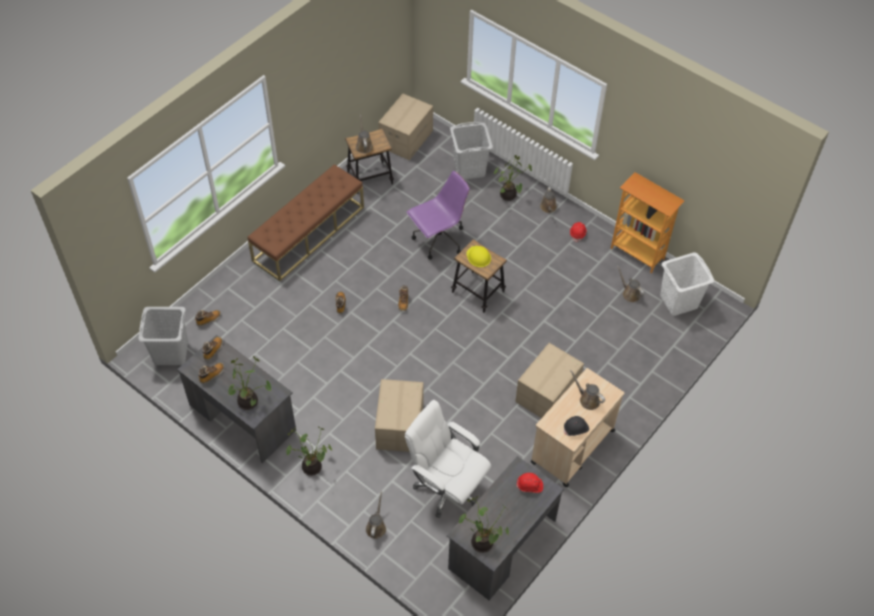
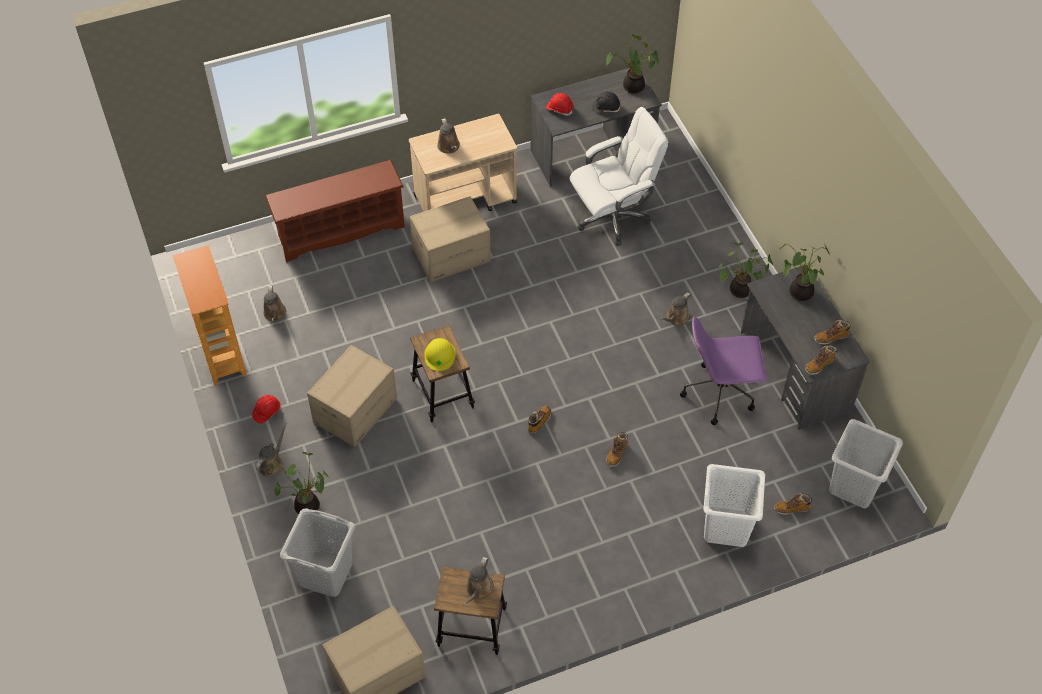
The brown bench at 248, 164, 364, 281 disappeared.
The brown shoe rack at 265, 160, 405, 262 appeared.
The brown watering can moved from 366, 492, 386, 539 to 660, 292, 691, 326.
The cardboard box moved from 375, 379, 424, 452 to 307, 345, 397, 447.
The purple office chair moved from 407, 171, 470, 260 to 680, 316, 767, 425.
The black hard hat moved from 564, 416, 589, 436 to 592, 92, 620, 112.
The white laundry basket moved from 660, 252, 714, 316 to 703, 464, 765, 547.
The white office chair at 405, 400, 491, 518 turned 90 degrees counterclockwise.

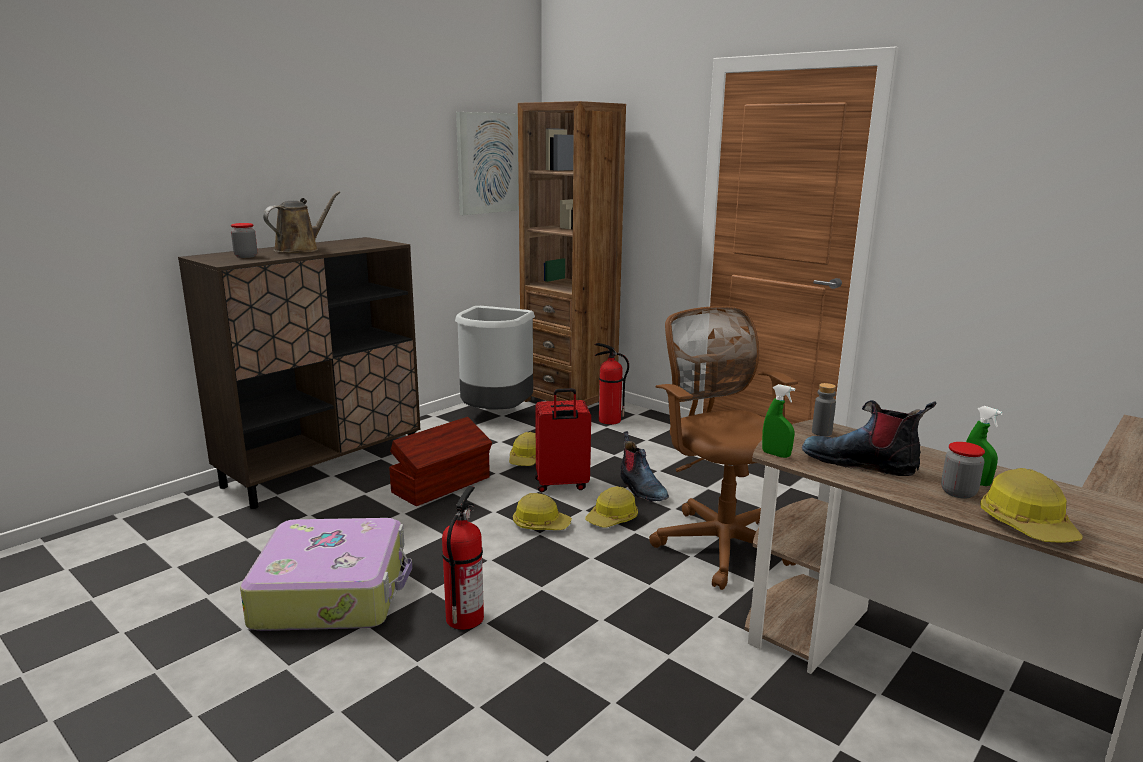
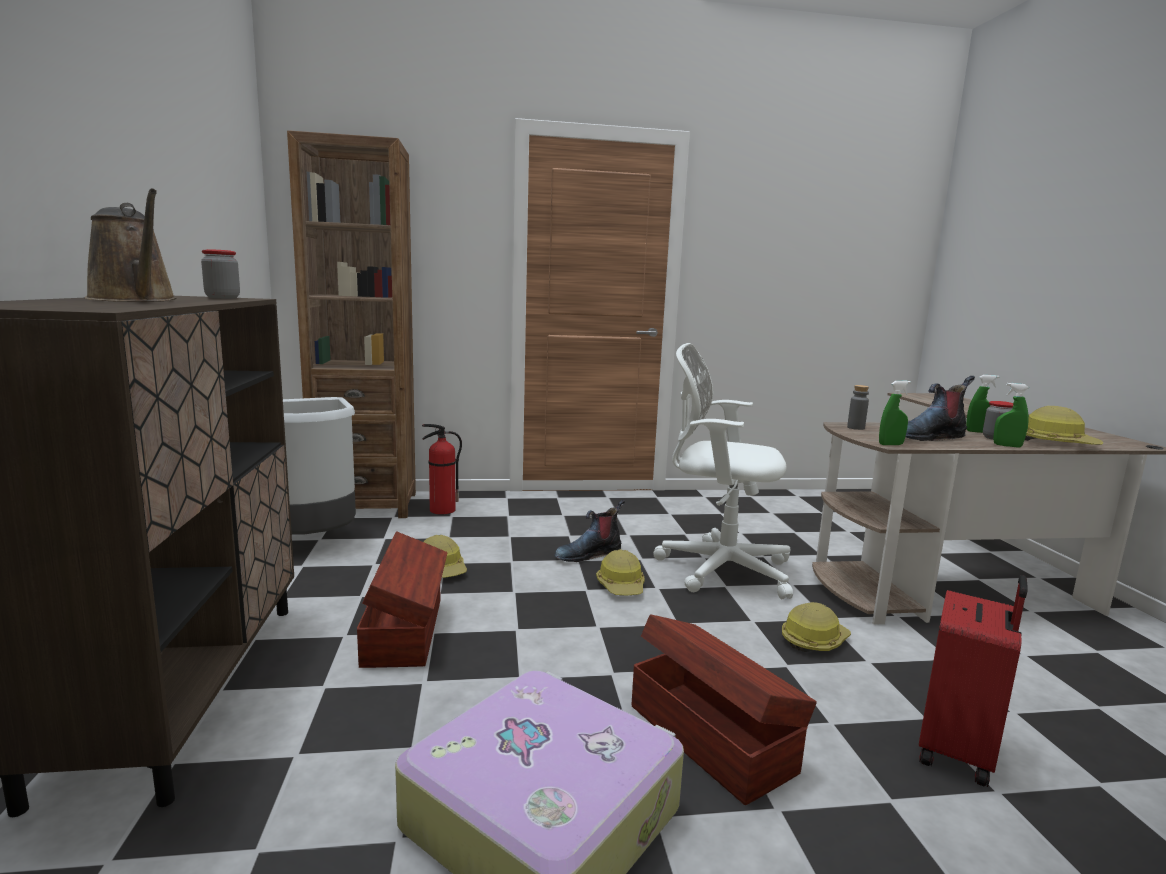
The picture at 456, 112, 519, 215 disappeared.
The green spray bottle at 993, 383, 1029, 448 appeared.
The jar moved from 231, 223, 257, 258 to 201, 249, 240, 299.
The hard hat moved from 513, 493, 572, 530 to 782, 602, 851, 652.
The red suitcase moved from 535, 388, 591, 492 to 919, 575, 1028, 787.
The fire extinguisher at 442, 486, 484, 630 was replaced by the brown storage box at 632, 614, 817, 805.
The brown office chair at 649, 306, 798, 590 became the white office chair at 653, 343, 793, 599.
The brown watering can at 263, 191, 340, 253 turned 150 degrees clockwise.
The boot at 620, 431, 669, 502 turned 135 degrees clockwise.

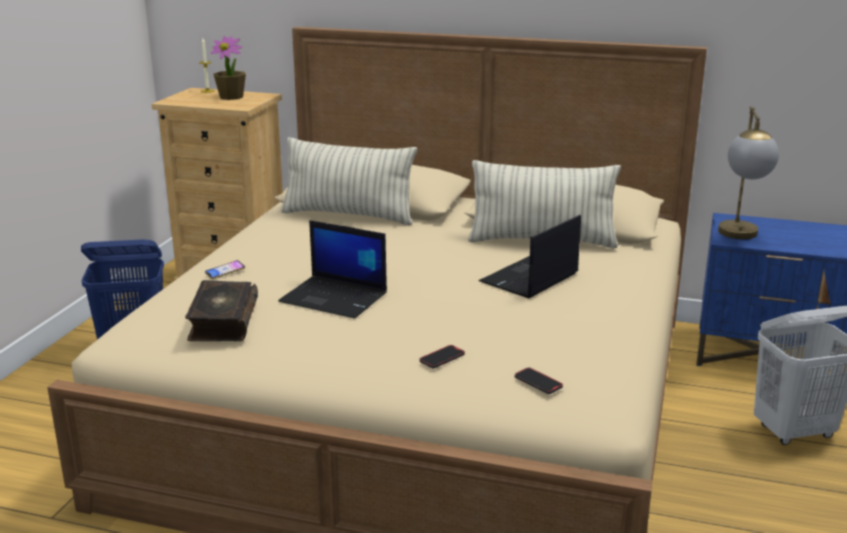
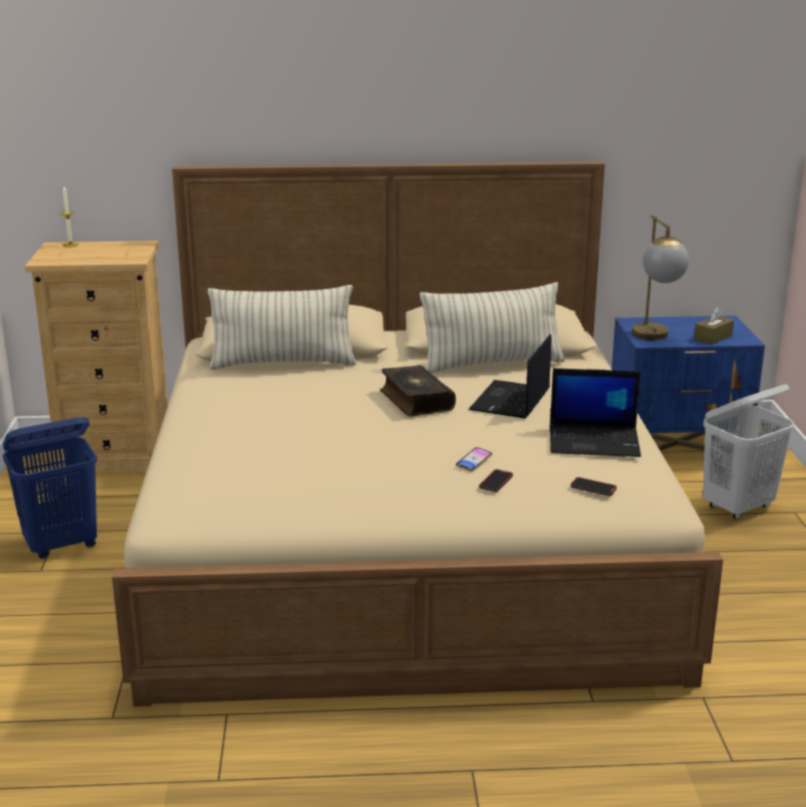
The potted plant at 211, 36, 246, 100 disappeared.
The brown tissue box at 694, 306, 734, 345 appeared.
The book moved from 185, 280, 258, 341 to 380, 365, 456, 416.
The phone moved from 205, 260, 245, 279 to 456, 447, 492, 472.
The laptop moved from 278, 220, 387, 319 to 550, 368, 641, 457.

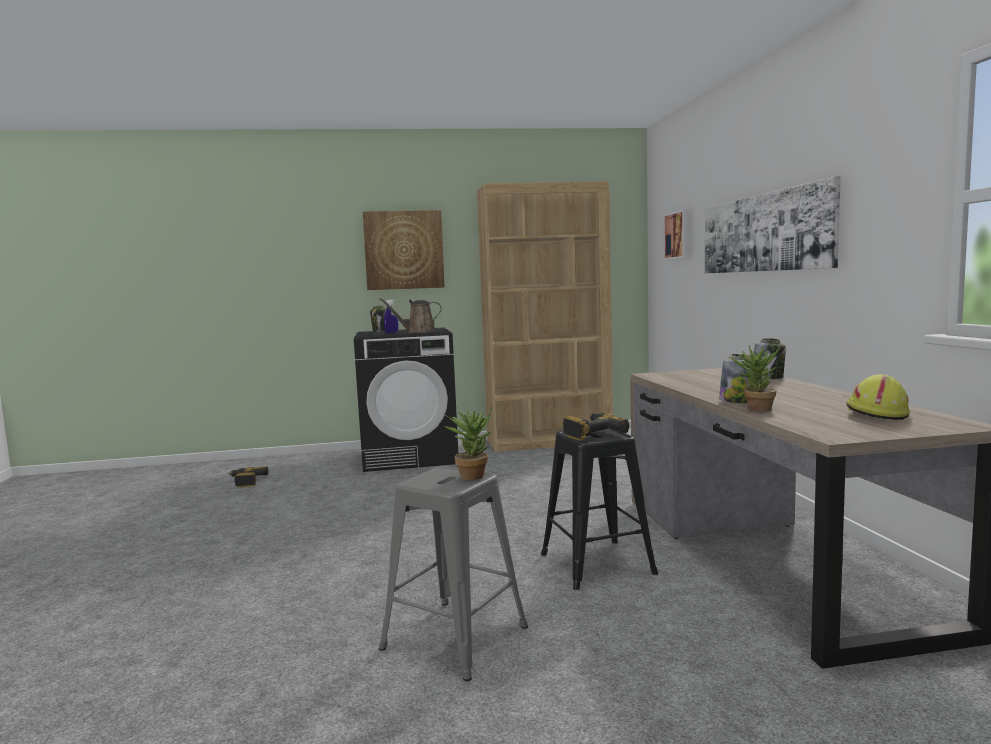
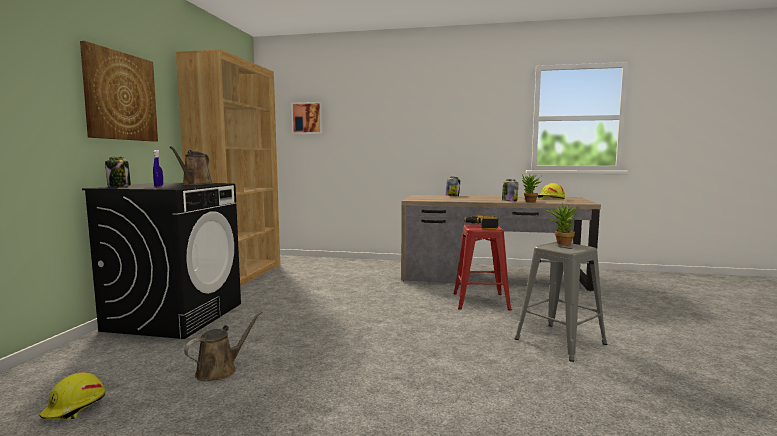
The picture at 705, 176, 841, 274 disappeared.
The brown watering can at 184, 311, 262, 381 appeared.
The power drill at 228, 466, 268, 487 was replaced by the yellow hard hat at 39, 372, 105, 420.
The black stool at 541, 429, 658, 590 became the red stool at 454, 224, 512, 310.

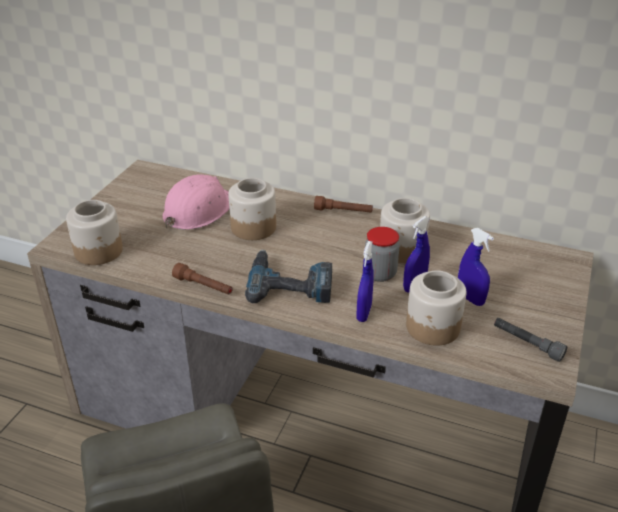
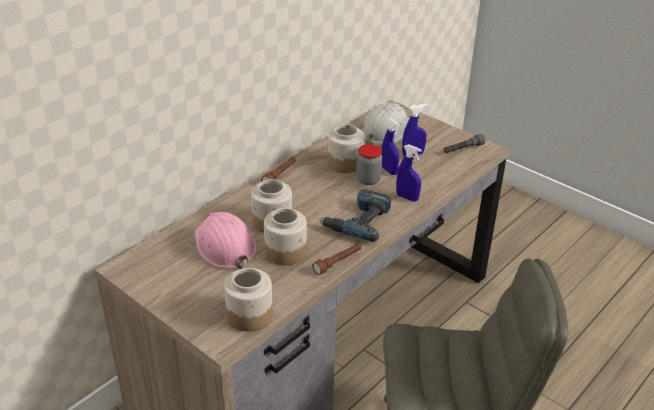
The white hard hat at 362, 103, 410, 144 appeared.
The jar moved from 406, 270, 466, 346 to 264, 208, 307, 265.

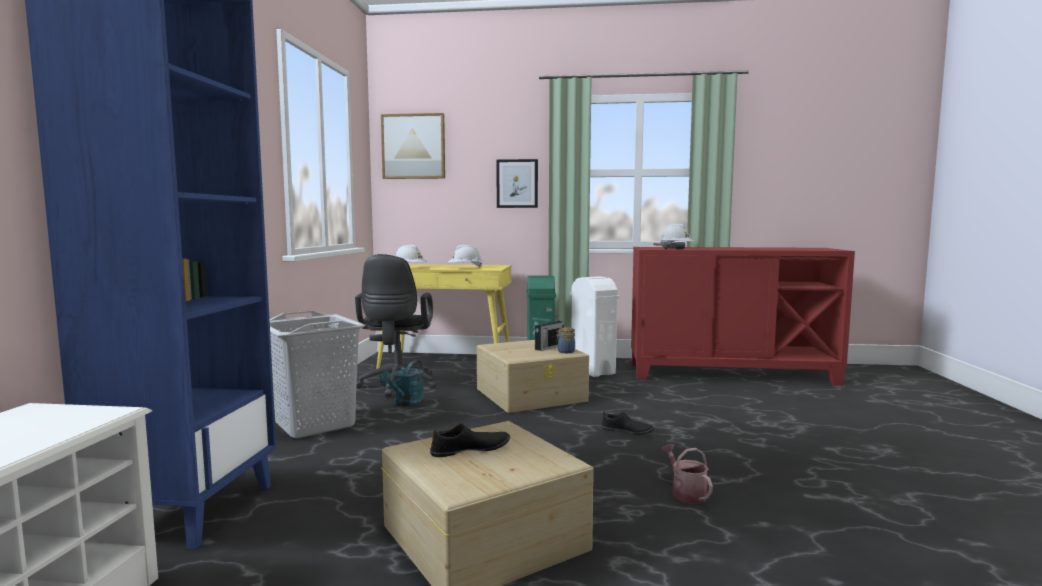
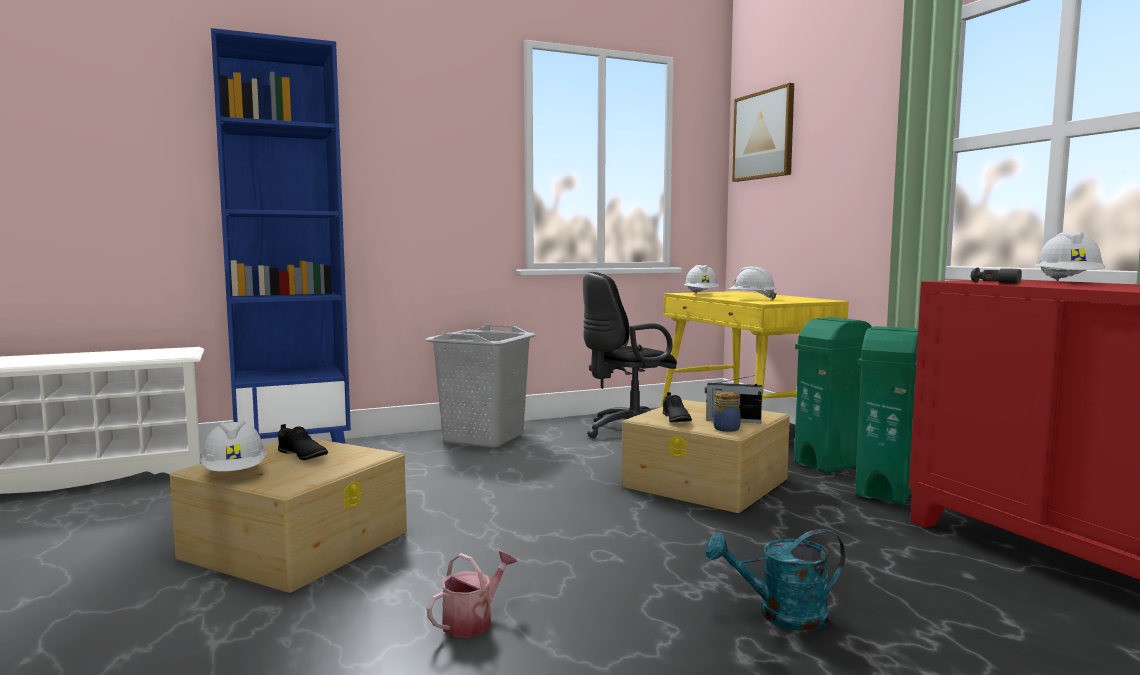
The picture at 496, 159, 538, 208 disappeared.
The white hard hat at 200, 420, 267, 471 appeared.
The turquoise watering can moved from 379, 360, 425, 407 to 705, 529, 845, 631.
The black shoe moved from 601, 411, 654, 435 to 663, 392, 692, 422.
The white trash can at 570, 276, 620, 377 became the green trash can at 855, 326, 918, 504.

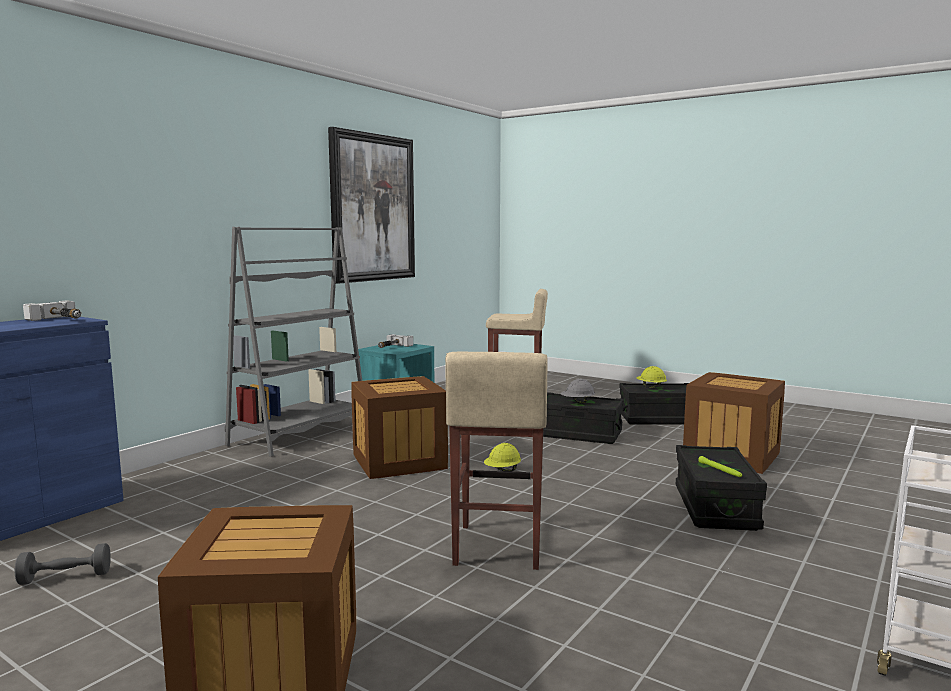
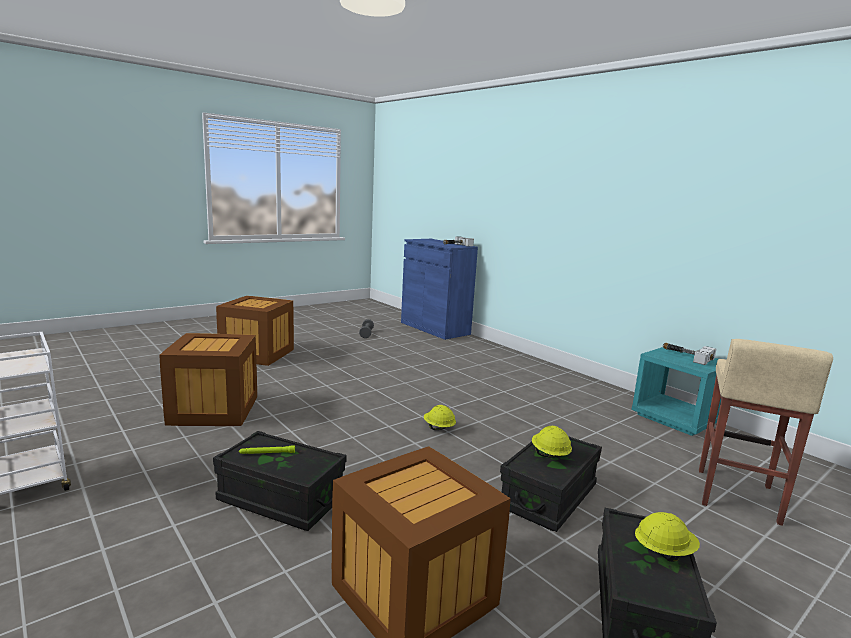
The grey bookcase at 224, 227, 362, 457 disappeared.
The picture at 328, 127, 415, 284 disappeared.
The beige stool at 445, 352, 547, 570 disappeared.
The crate moved from 351, 376, 448, 479 to 159, 333, 257, 426.
The grey hard hat at 560, 379, 595, 403 became the yellow hard hat at 532, 426, 572, 458.

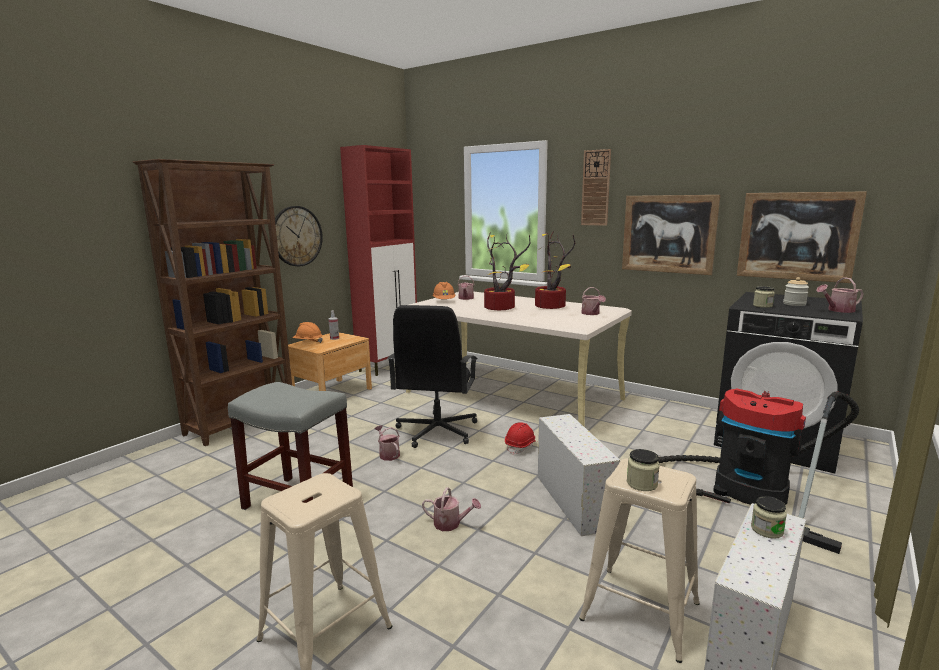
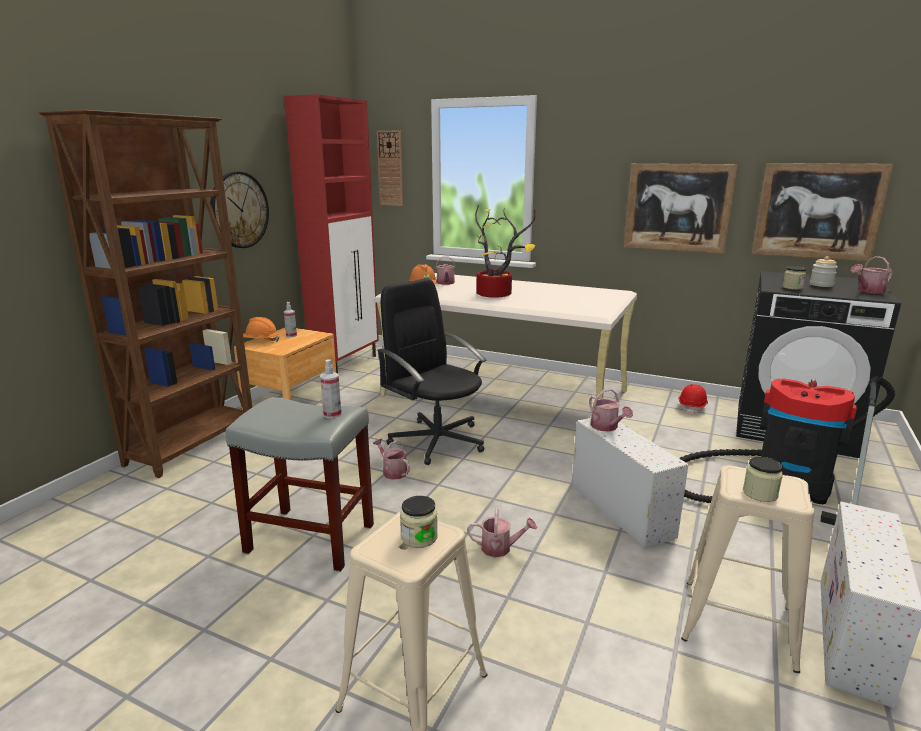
The potted plant at 535, 231, 575, 309 disappeared.
The spray bottle at 320, 360, 341, 418 appeared.
The red hard hat moved from 505, 422, 537, 455 to 679, 384, 708, 414.
The wall clock moved from 581, 149, 611, 226 to 377, 130, 403, 206.
The watering can moved from 581, 287, 606, 315 to 589, 389, 633, 432.
The jar moved from 751, 496, 787, 539 to 400, 496, 438, 548.
The black office chair at 388, 305, 477, 448 turned 135 degrees clockwise.

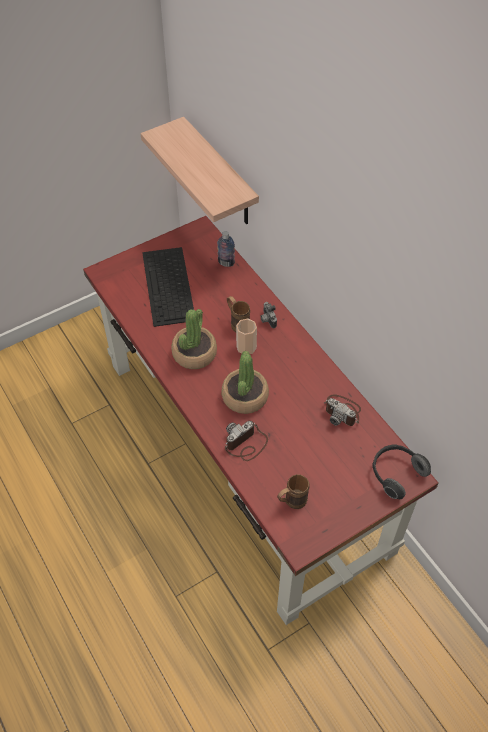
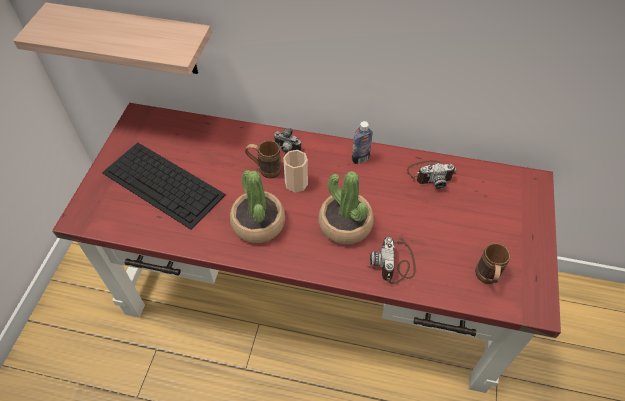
The headphones at 372, 444, 431, 499 disappeared.
The bottle moved from 217, 231, 235, 267 to 352, 121, 373, 164.

